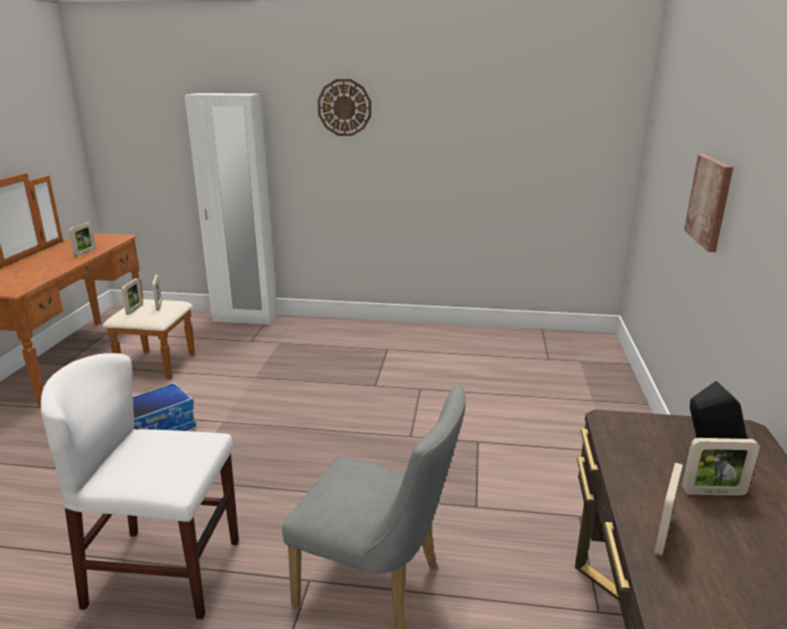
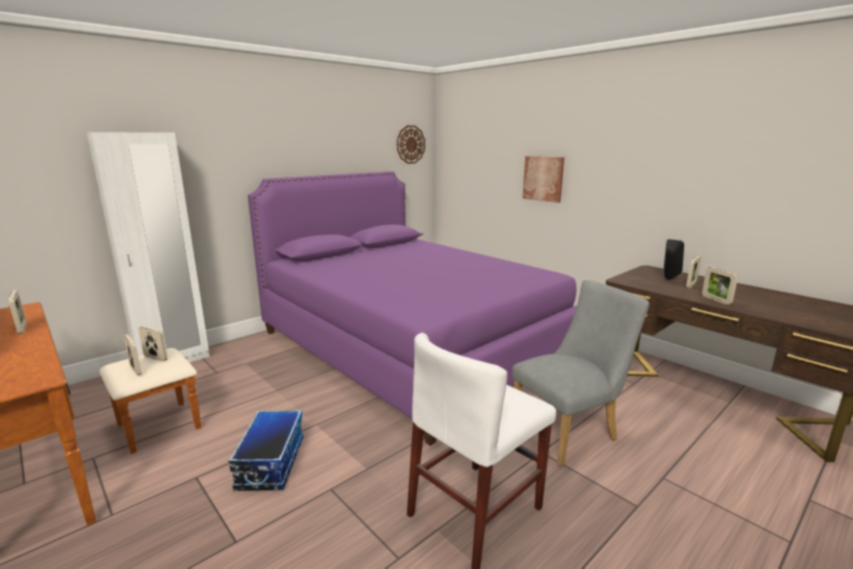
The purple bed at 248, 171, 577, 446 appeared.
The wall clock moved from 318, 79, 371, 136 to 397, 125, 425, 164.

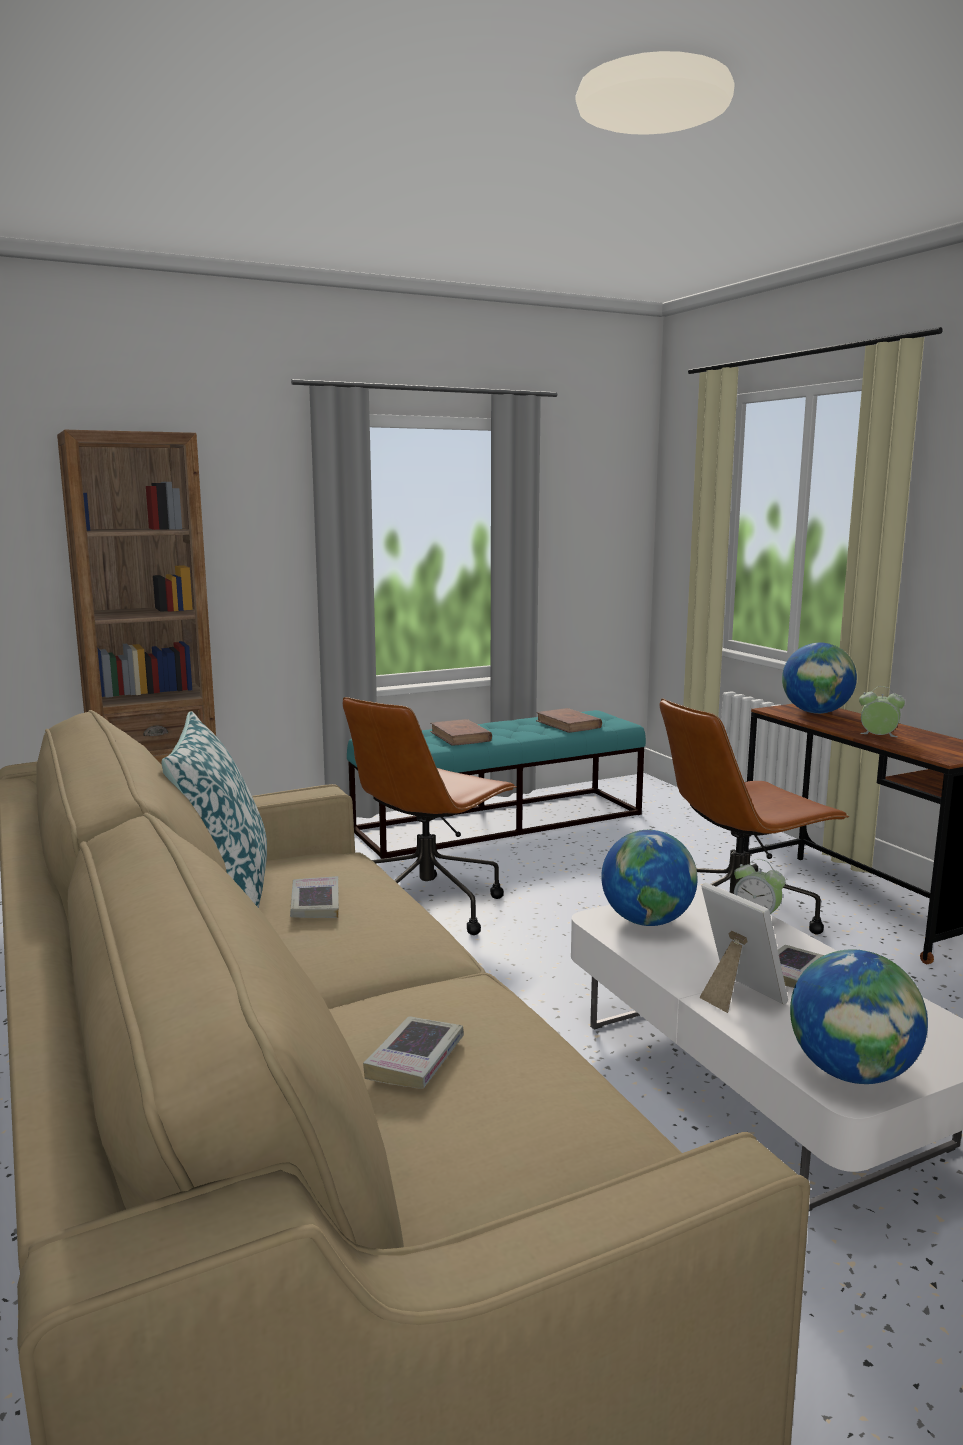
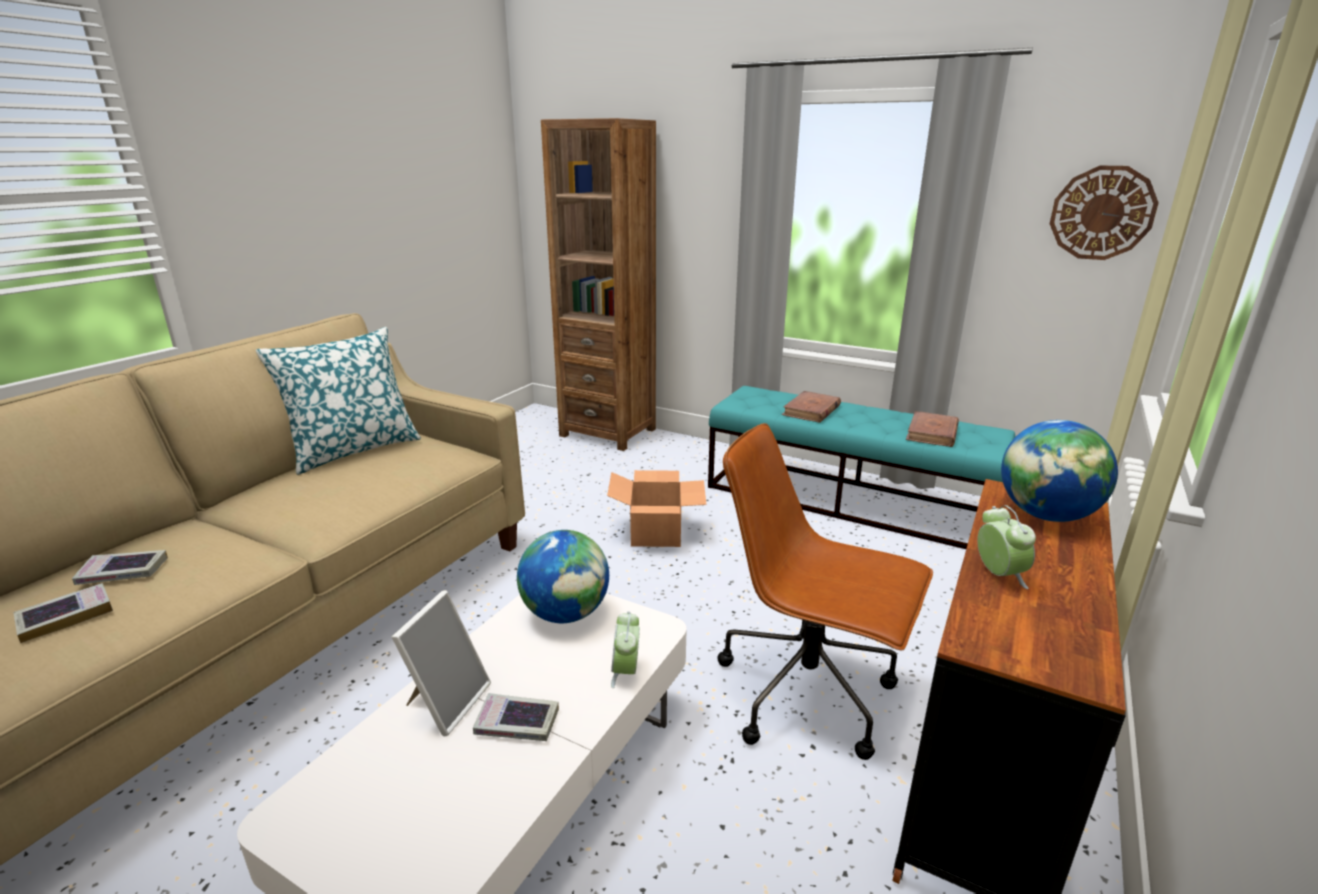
The globe at 790, 949, 928, 1084 disappeared.
The wall clock at 1050, 166, 1159, 260 appeared.
The book moved from 290, 876, 339, 918 to 13, 583, 113, 643.
The brown office chair at 343, 697, 517, 935 was replaced by the cardboard box at 607, 470, 706, 547.

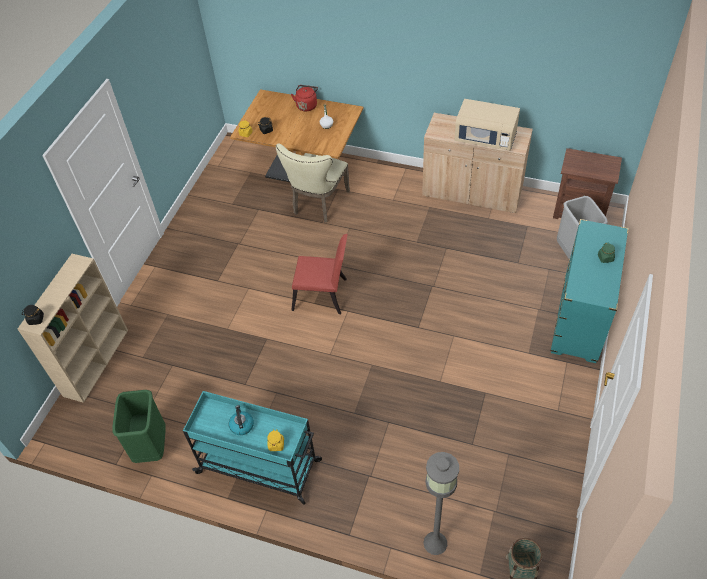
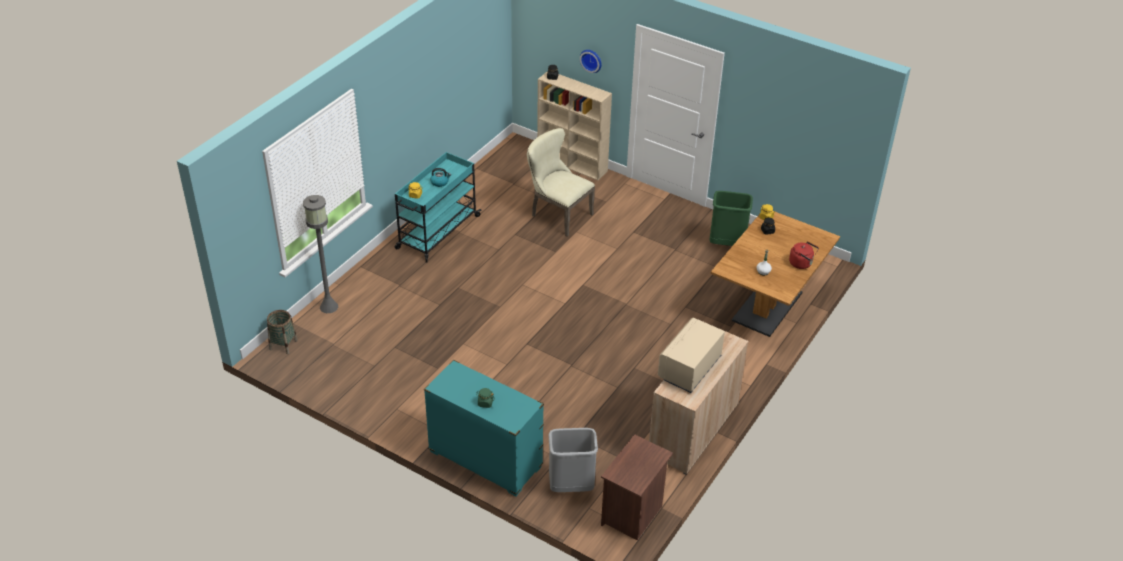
The red chair at 291, 234, 348, 314 disappeared.
The wall clock at 580, 50, 602, 73 appeared.
The green trash can moved from 112, 390, 166, 463 to 709, 191, 753, 246.
The beige chair moved from 276, 143, 350, 222 to 527, 128, 595, 237.

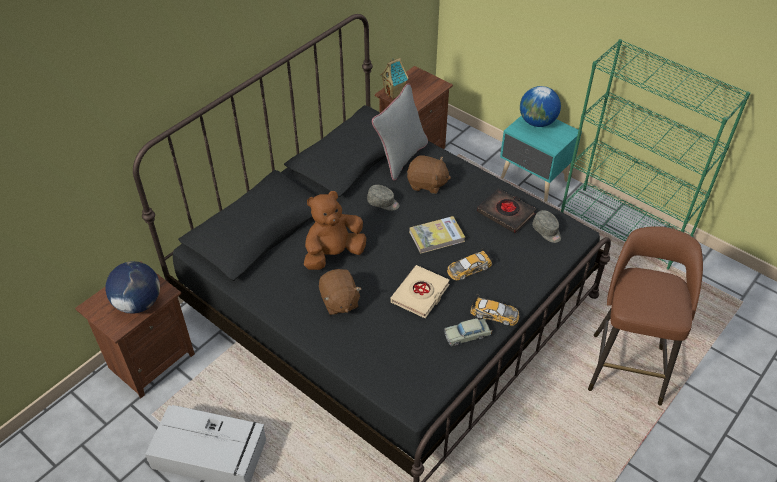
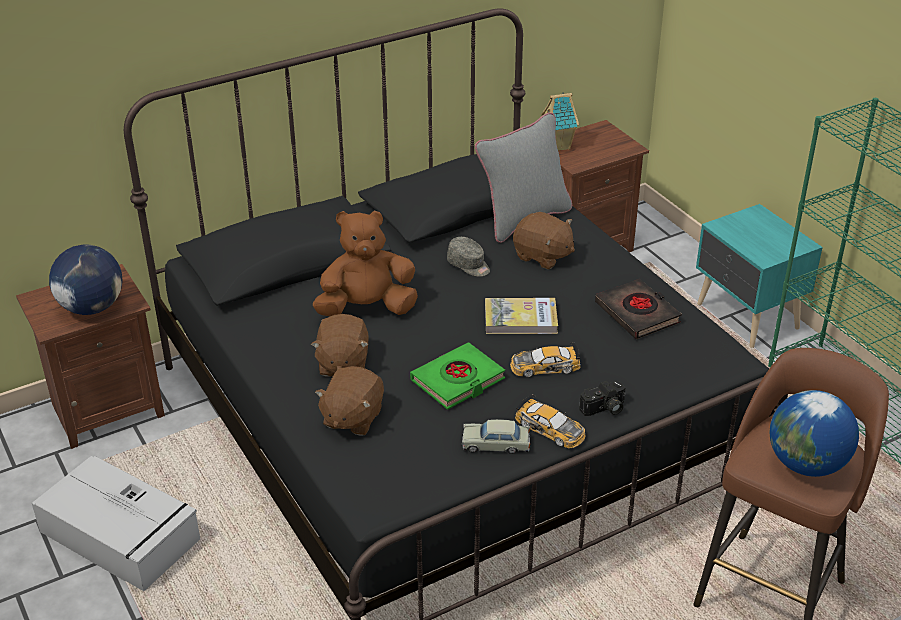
The grey cap at 532, 210, 561, 243 disappeared.
The brown plush toy at 315, 366, 384, 436 appeared.
The photo camera at 579, 381, 626, 416 appeared.
The globe moved from 520, 86, 561, 127 to 770, 390, 859, 477.
The beige book at 390, 265, 450, 318 became the green book at 410, 342, 505, 410.

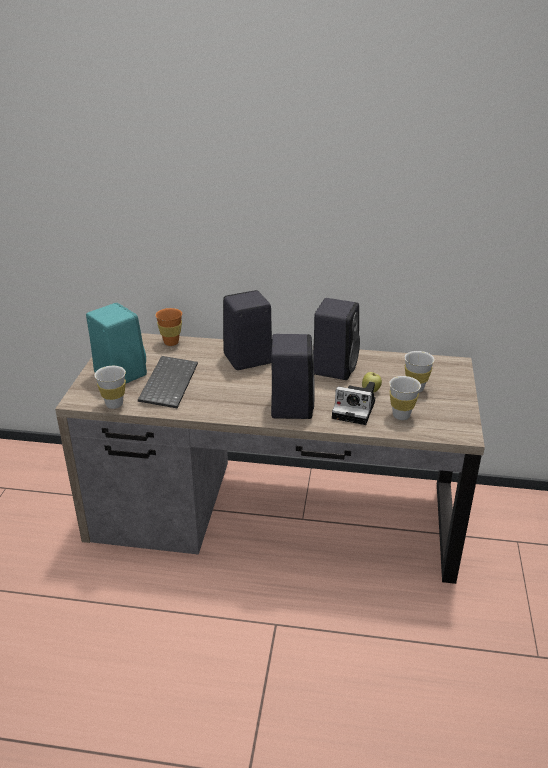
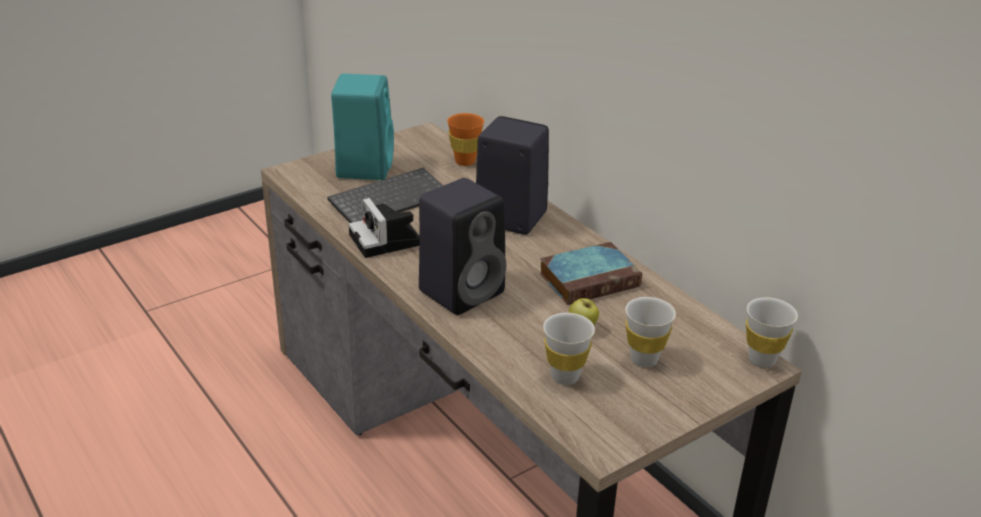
The white cup moved from 95, 366, 126, 409 to 746, 297, 798, 368.
The photo camera moved from 332, 382, 375, 425 to 349, 198, 419, 258.
The black speaker at 313, 298, 360, 380 was replaced by the book at 539, 242, 642, 305.

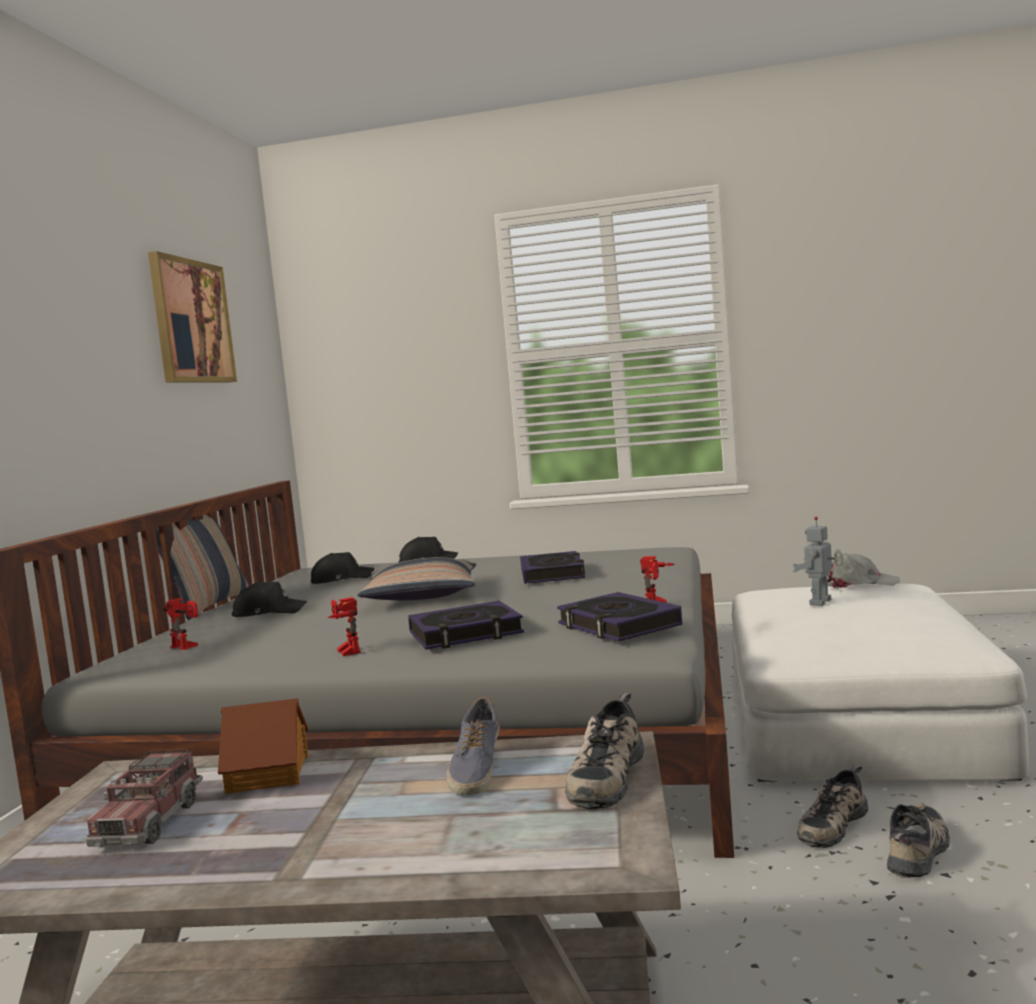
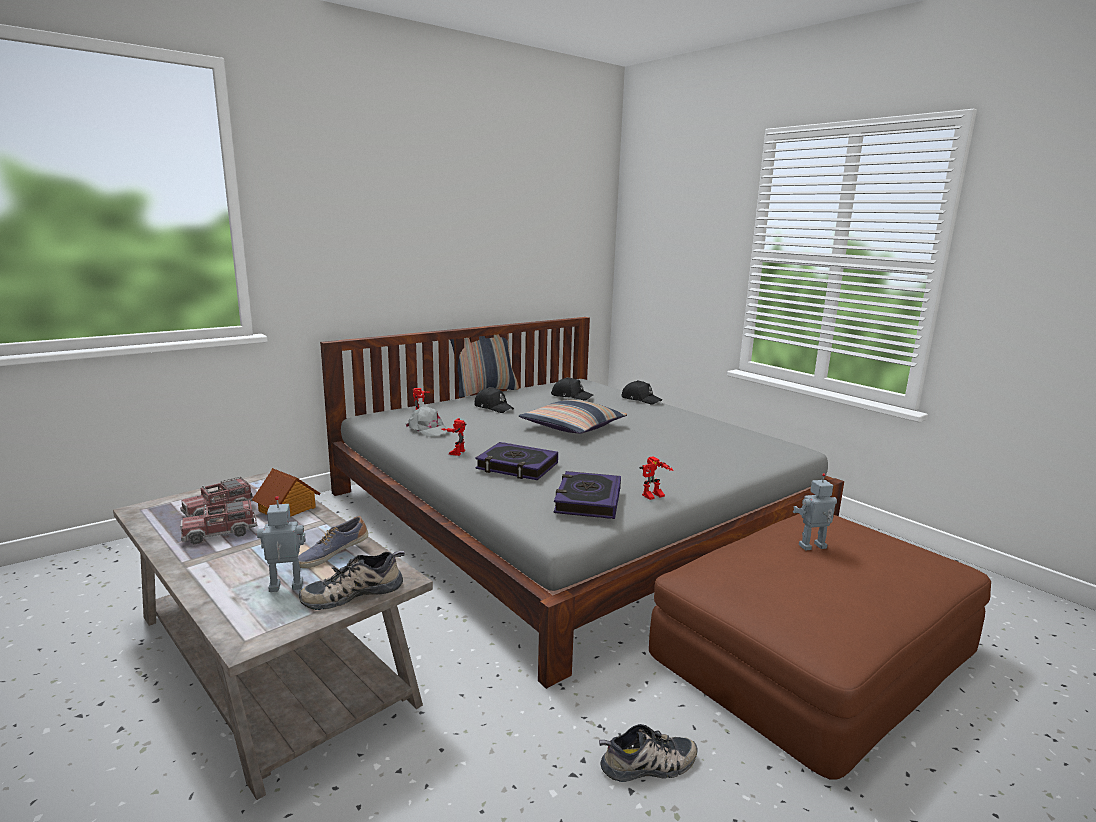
The picture at 148, 251, 237, 383 disappeared.
The book at 520, 551, 585, 584 disappeared.
The shoe at 797, 765, 868, 848 disappeared.
The toy truck at 180, 498, 257, 545 appeared.
The toy robot at 257, 496, 306, 592 appeared.
The grey cap moved from 827, 553, 900, 589 to 406, 406, 448, 437.
The white ottoman at 732, 584, 1029, 782 became the brown ottoman at 649, 514, 991, 779.

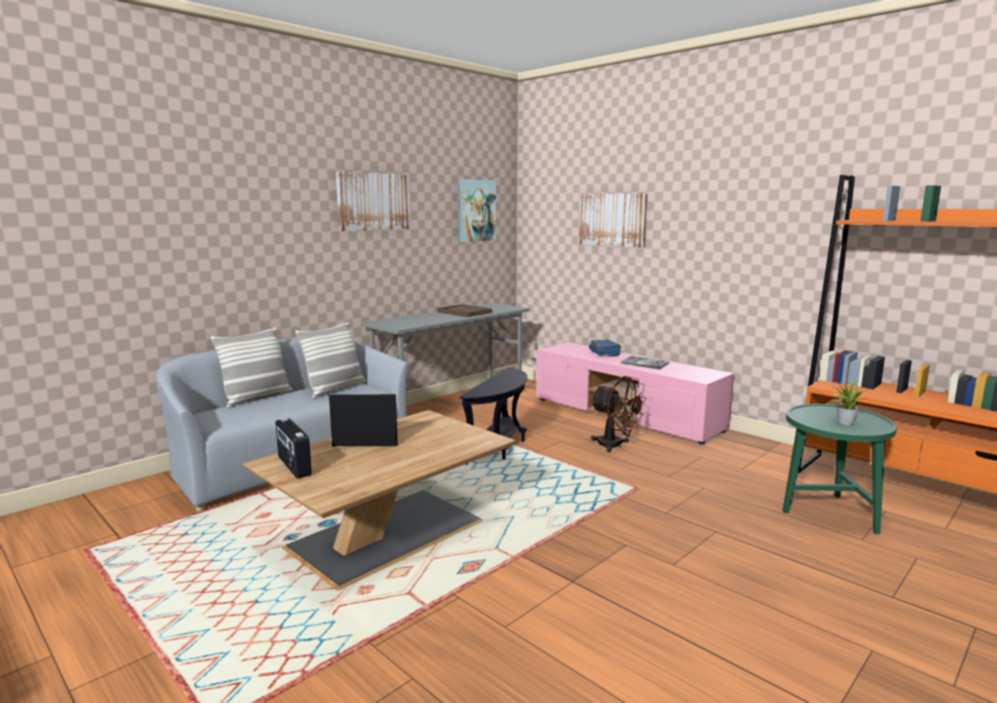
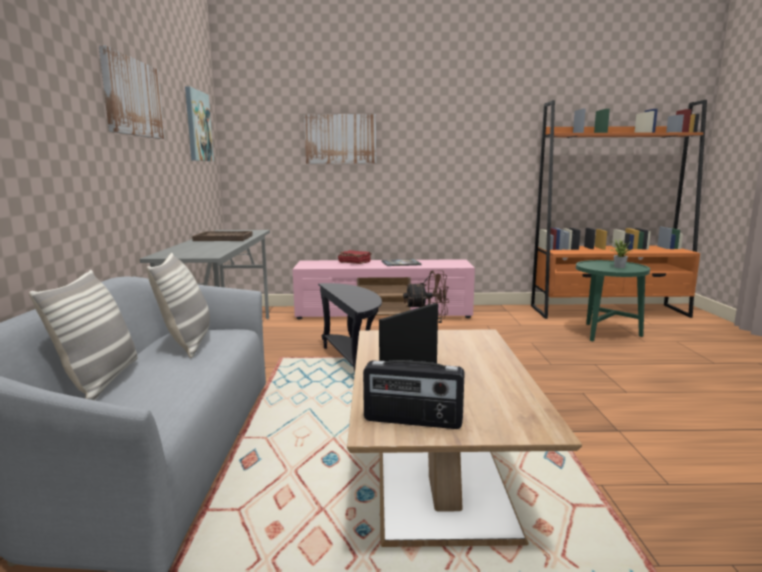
The blue book at 589, 339, 622, 356 became the red book at 338, 250, 372, 264.

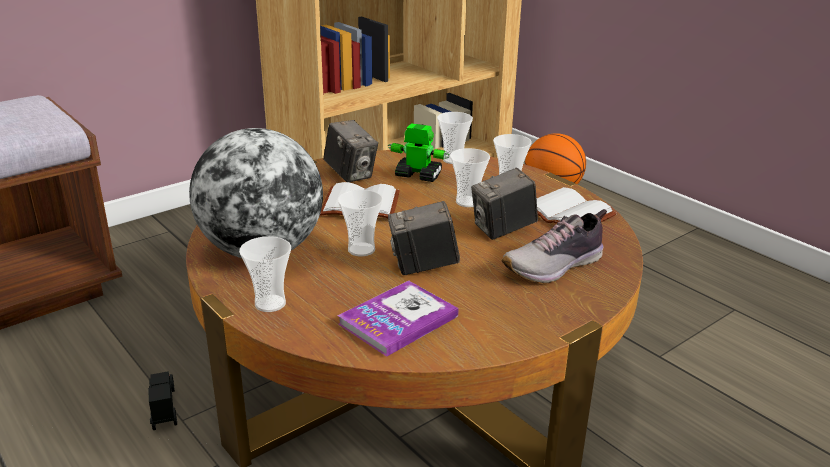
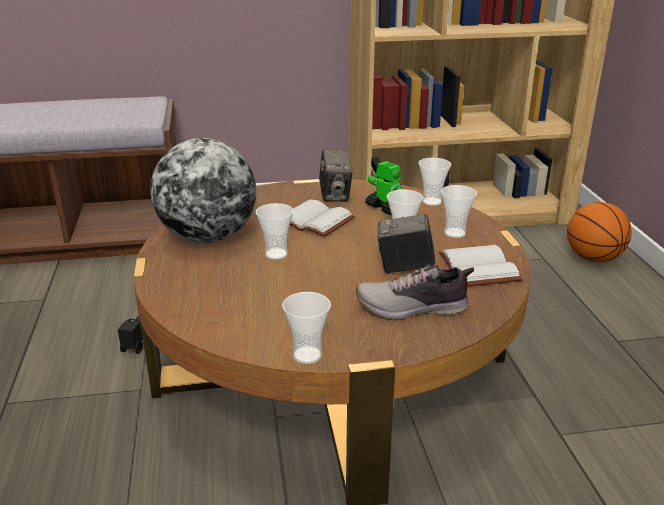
The book at 337, 281, 459, 357 disappeared.
The photo camera at 388, 201, 460, 276 disappeared.
The cup moved from 239, 236, 291, 312 to 282, 292, 331, 364.

